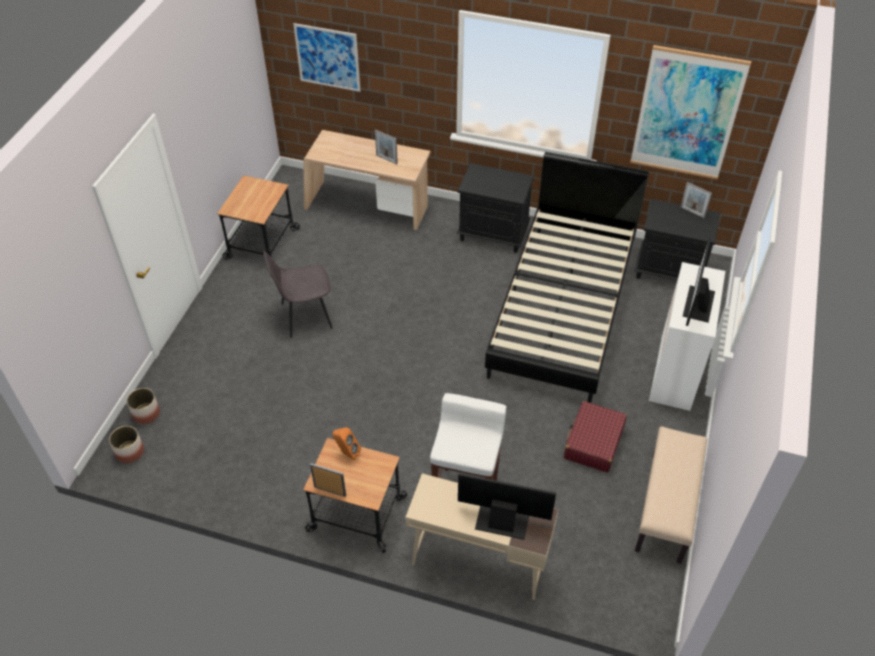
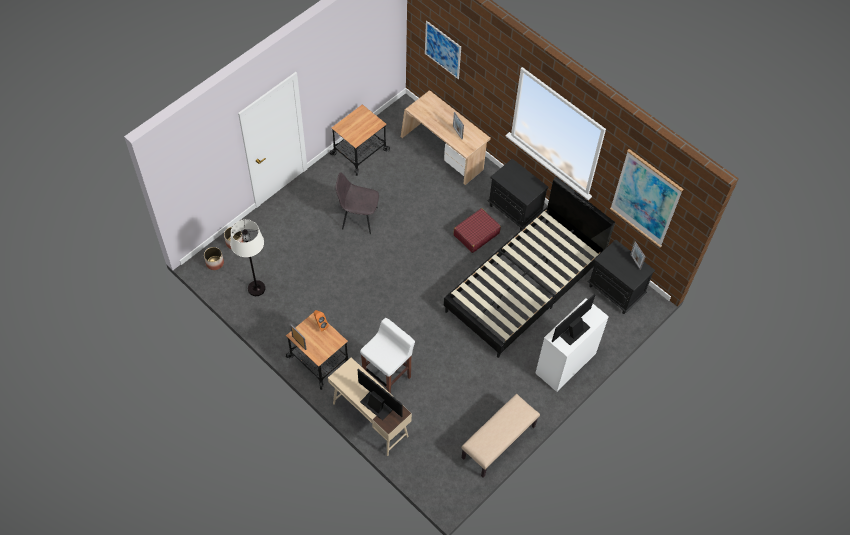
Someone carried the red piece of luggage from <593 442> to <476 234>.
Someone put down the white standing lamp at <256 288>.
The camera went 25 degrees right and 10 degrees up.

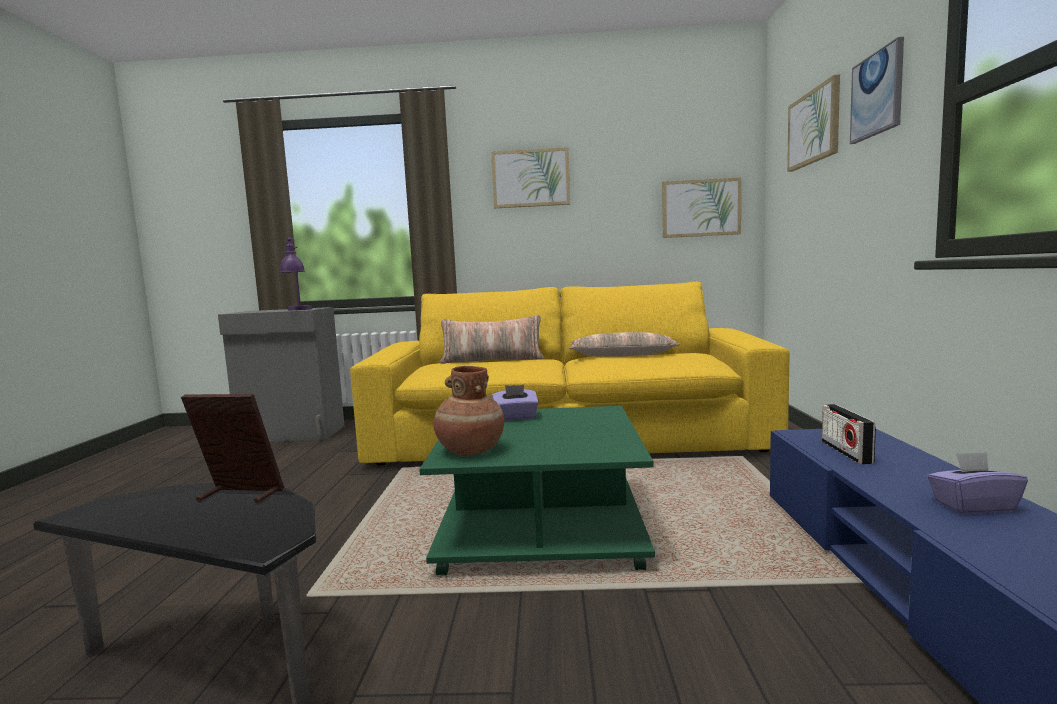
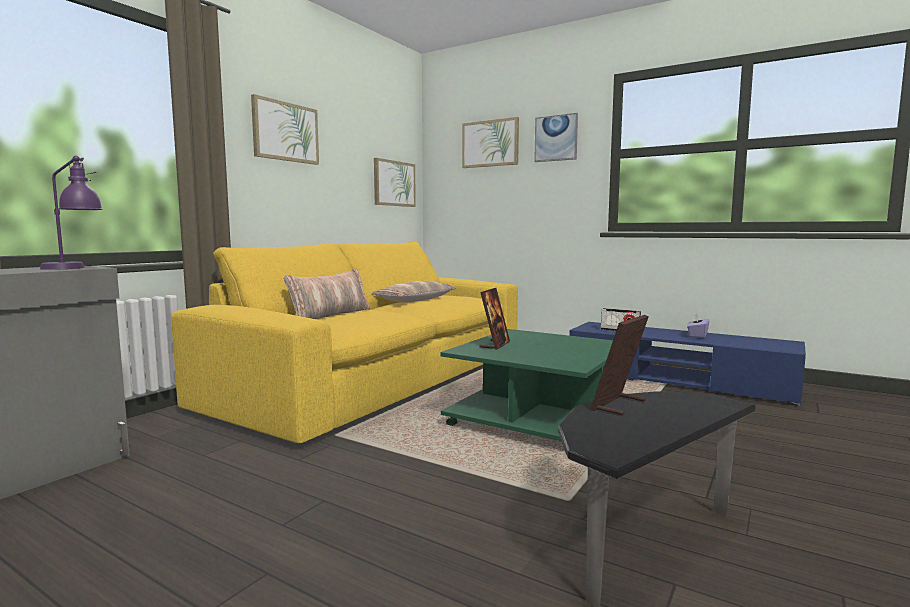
Someone took away the brown-coloured flower vase at <470 450>.
Someone swapped the purple-coloured tissue holder at <516 418> for the picture frame at <494 345>.
The camera went 60 degrees left and 0 degrees up.

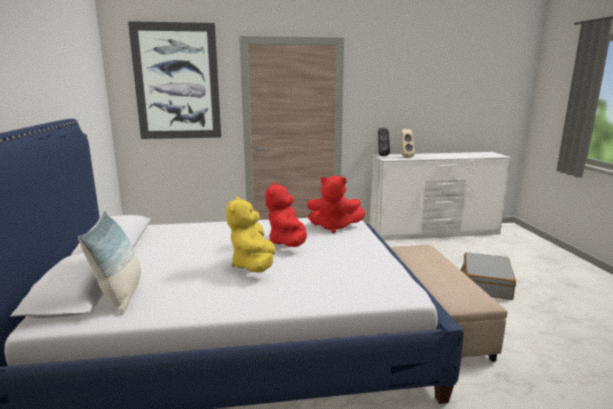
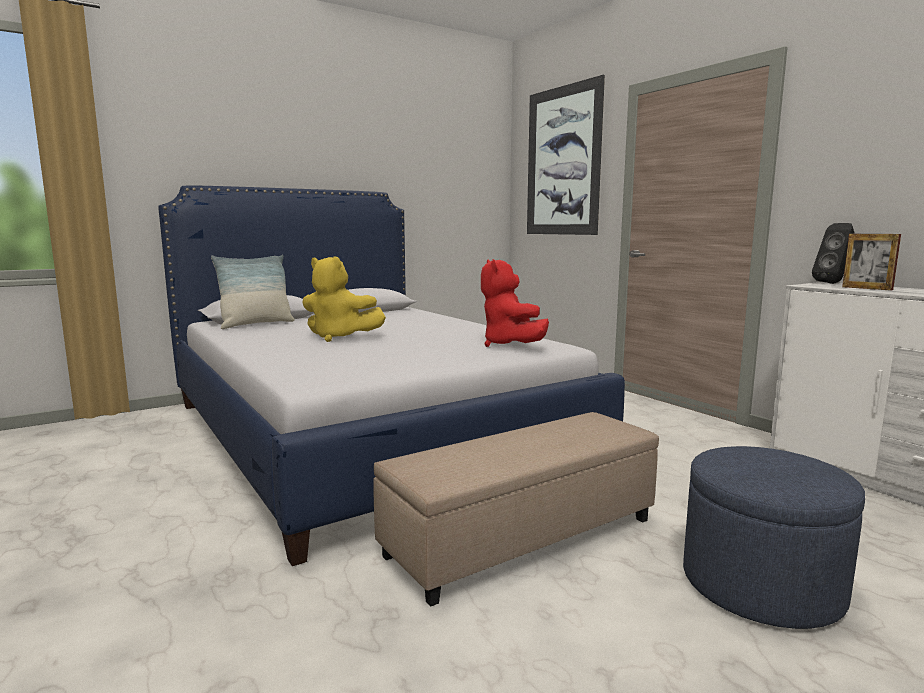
Someone swapped the sand-coloured audio speaker at <404 157> for the picture frame at <867 288>.
Someone took away the red plush toy at <288 243>.
Someone rotated the yellow plush toy at <254 266> by 135 degrees counterclockwise.
Someone swapped the grey piece of luggage at <485 284> for the blue-coloured pouffe at <761 585>.
The camera went 65 degrees right and 5 degrees down.

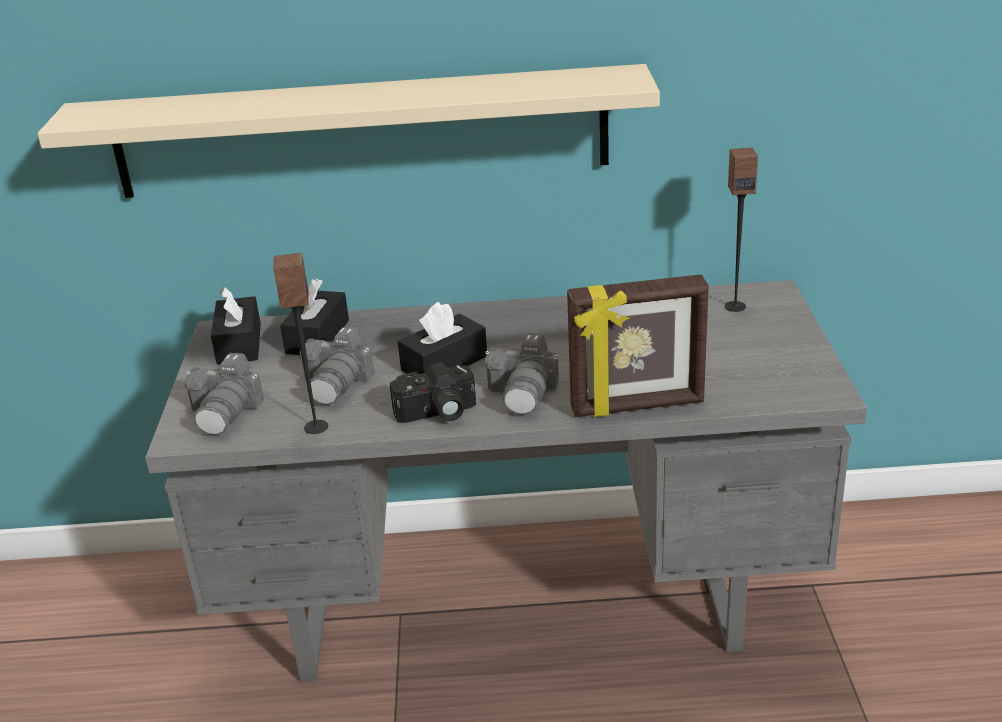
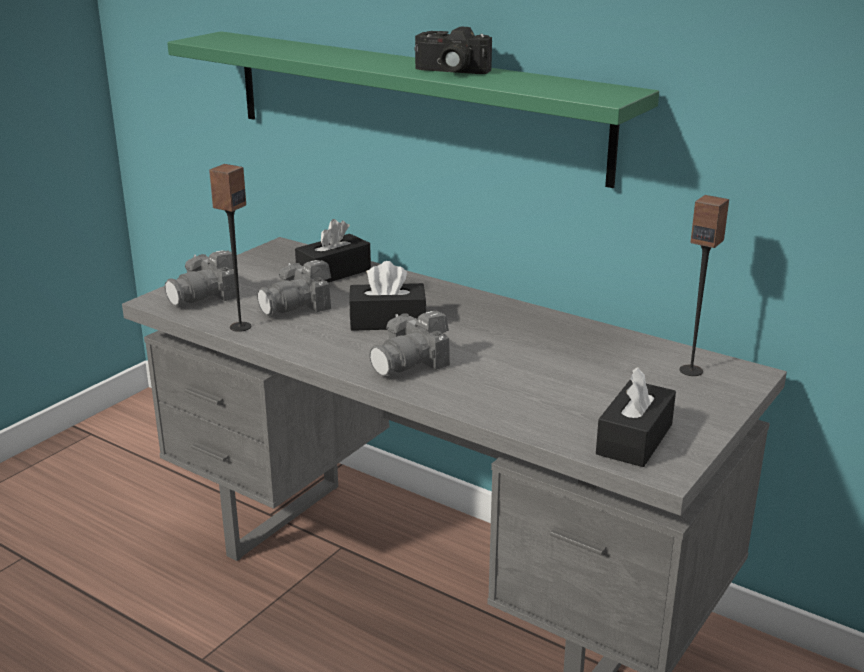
Someone repainted the sand-coloured bracket shelf at <361 132>, which became the greenish bracket shelf at <412 103>.
Someone took away the picture frame at <637 406>.
Someone carried the black tissue holder from <239 344> to <634 439>.
Someone carried the still camera from <437 414> to <450 71>.
The camera went 35 degrees right and 5 degrees down.

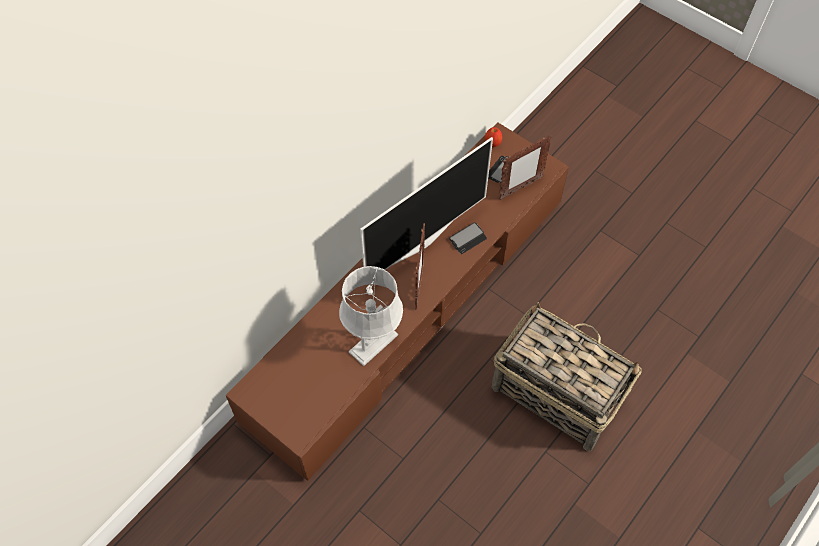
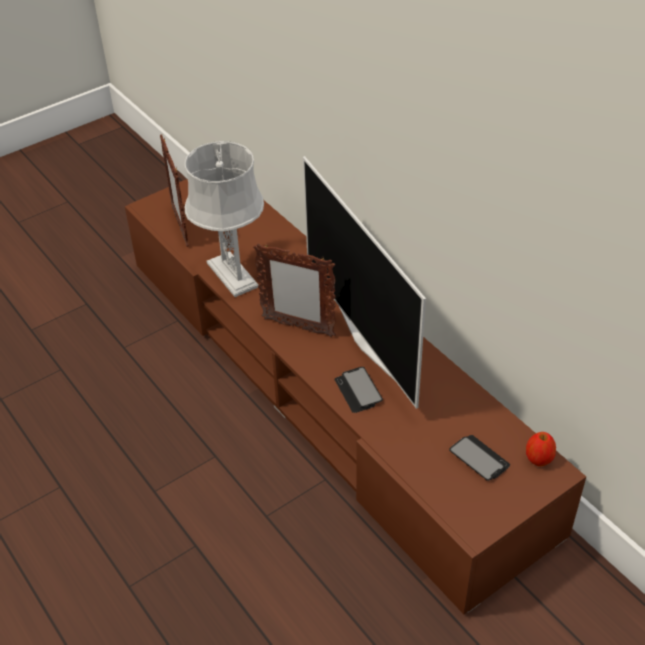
Someone carried the picture frame from <520 188> to <180 226>.
Someone took away the storage basket at <556 392>.
The camera went 105 degrees right and 15 degrees down.

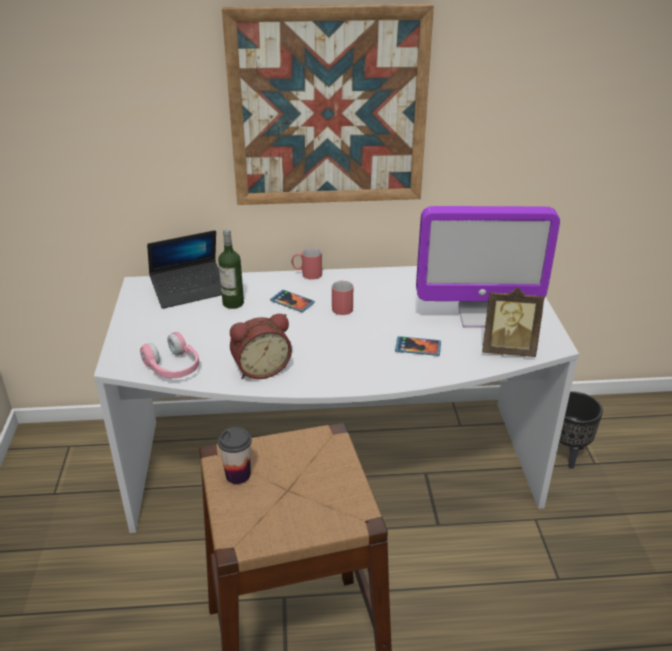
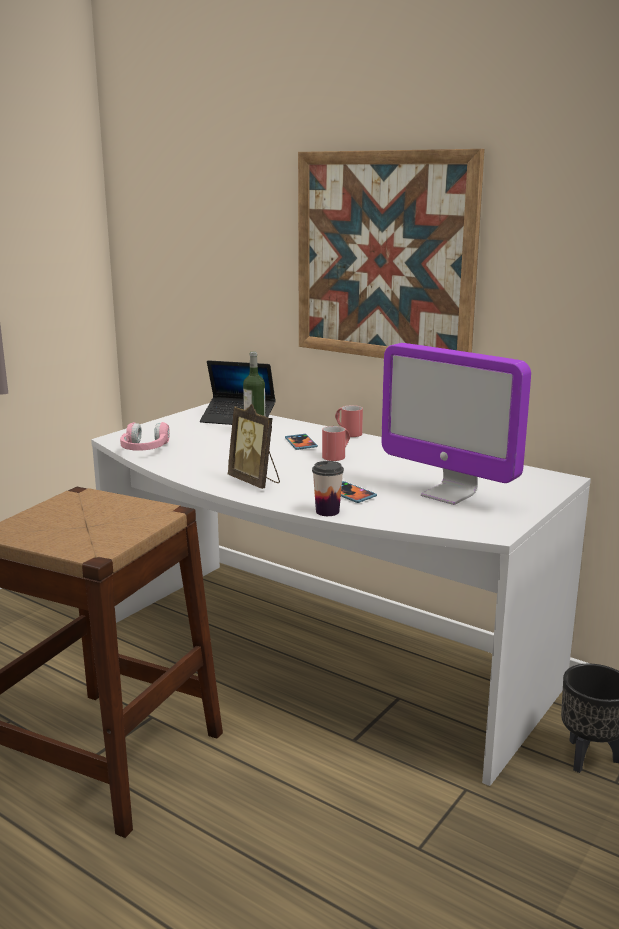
Someone carried the picture frame from <508 350> to <255 481>.
Someone took away the alarm clock at <261 369>.
Someone carried the drinking cup from <238 475> to <327 511>.
The camera went 40 degrees right and 15 degrees down.

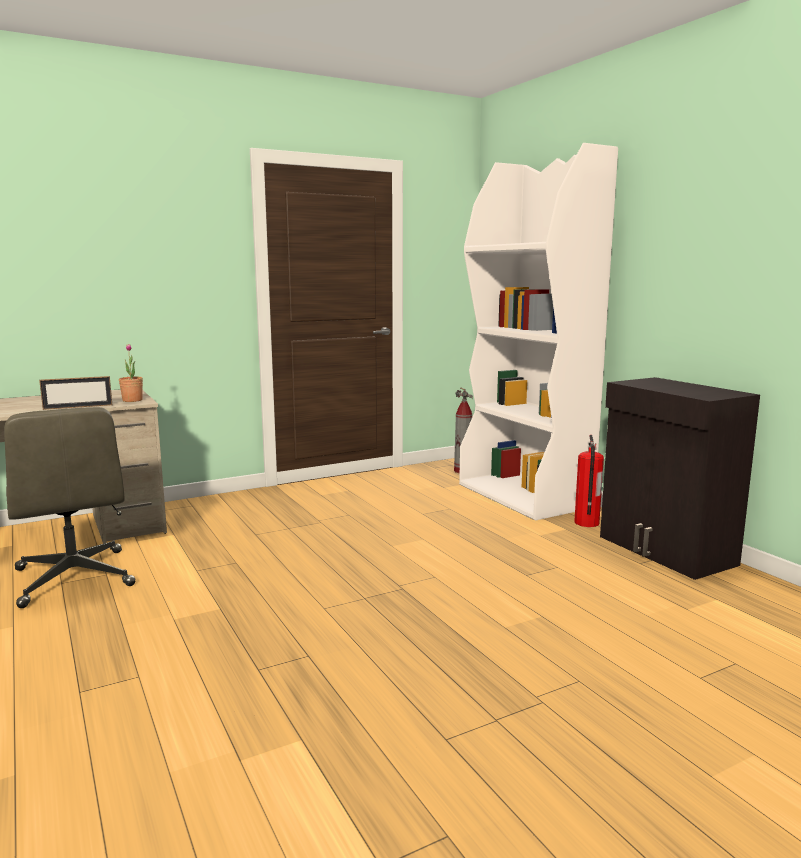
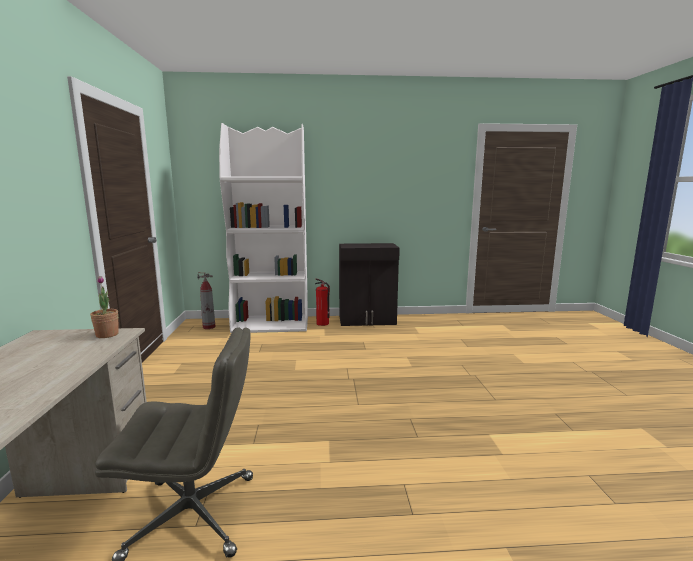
Someone took away the picture frame at <78 407>.
The camera went 65 degrees left and 0 degrees up.

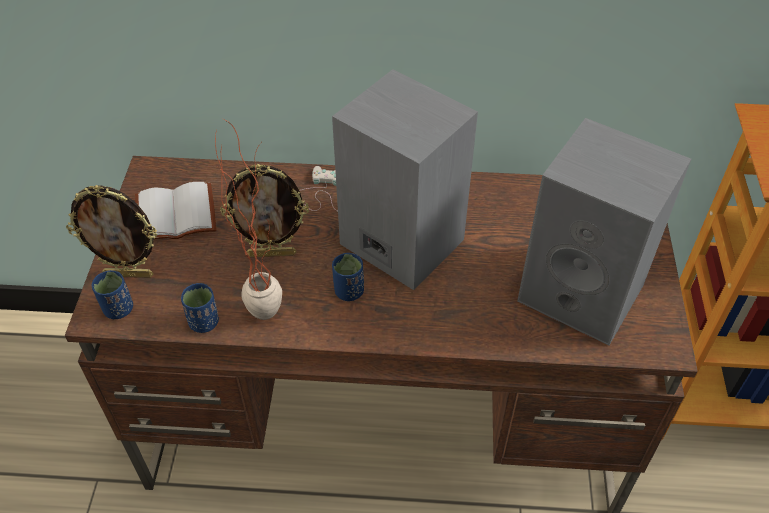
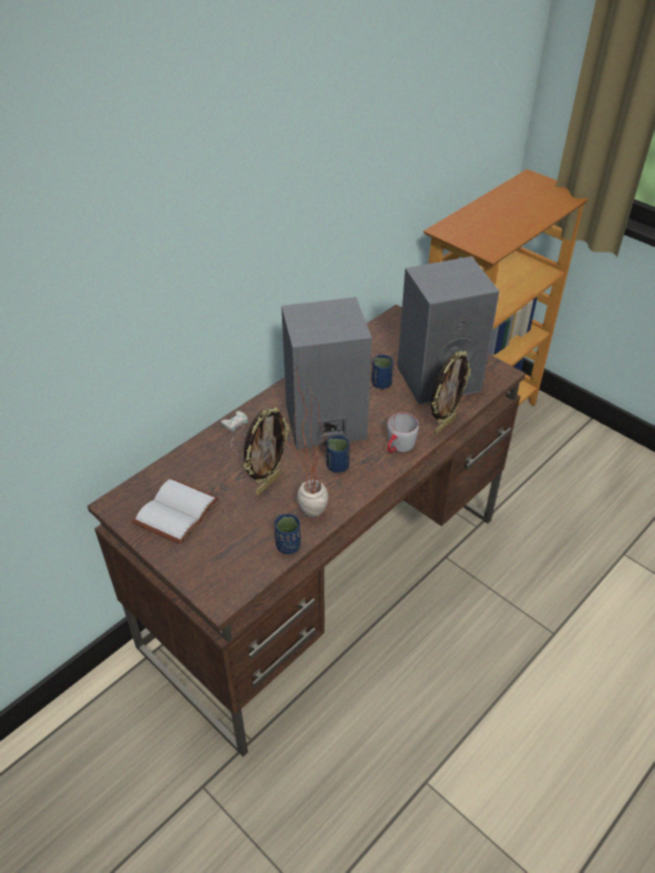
Someone carried the picture frame from <129 274> to <444 425>.
Someone carried the blue-coloured drinking cup from <118 309> to <381 383>.
Someone put down the grey coffee mug at <398 447>.
The camera went 50 degrees left and 5 degrees down.

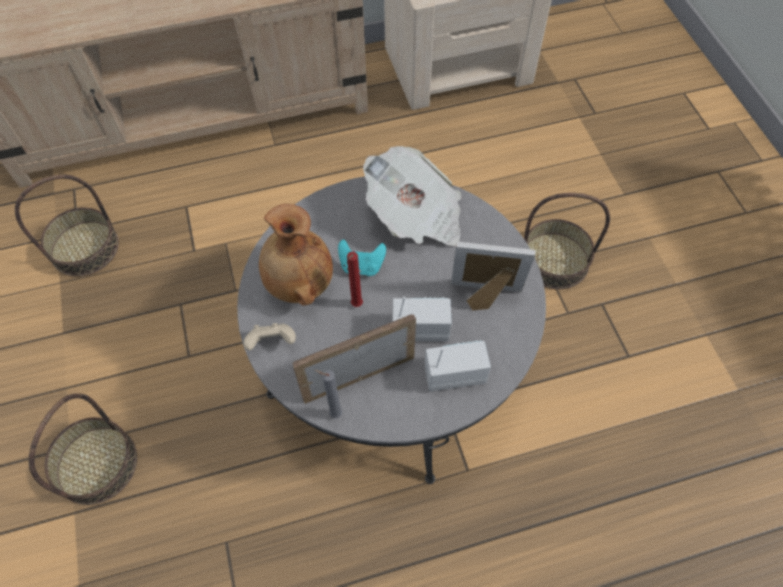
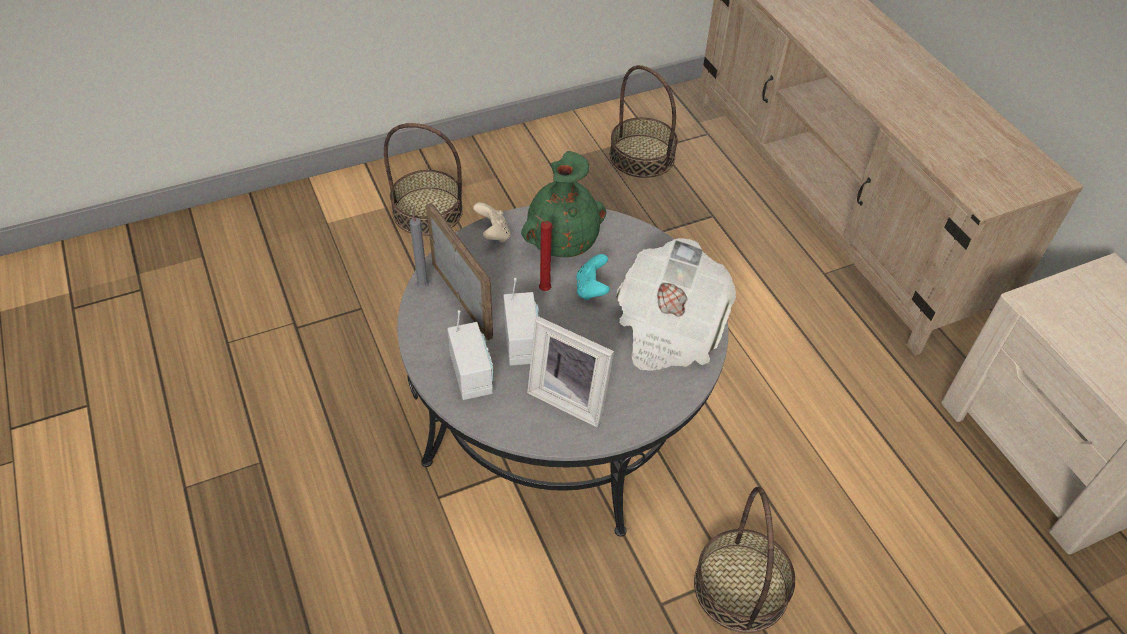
Someone repainted the brown-coloured flower vase at <298 283>, which became the greenish flower vase at <562 243>.
Someone rotated the picture frame at <485 297> by 120 degrees clockwise.
The camera went 80 degrees right and 10 degrees down.

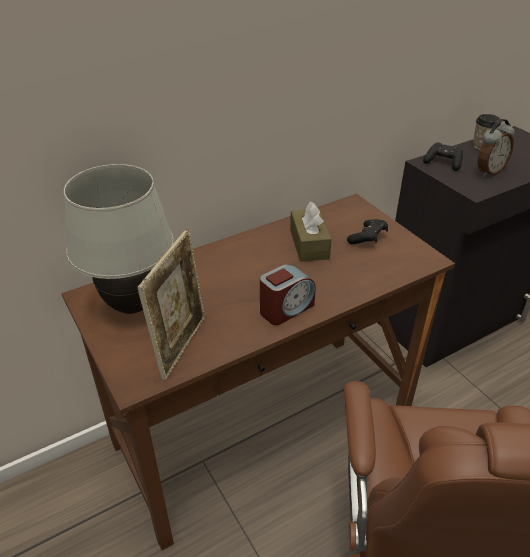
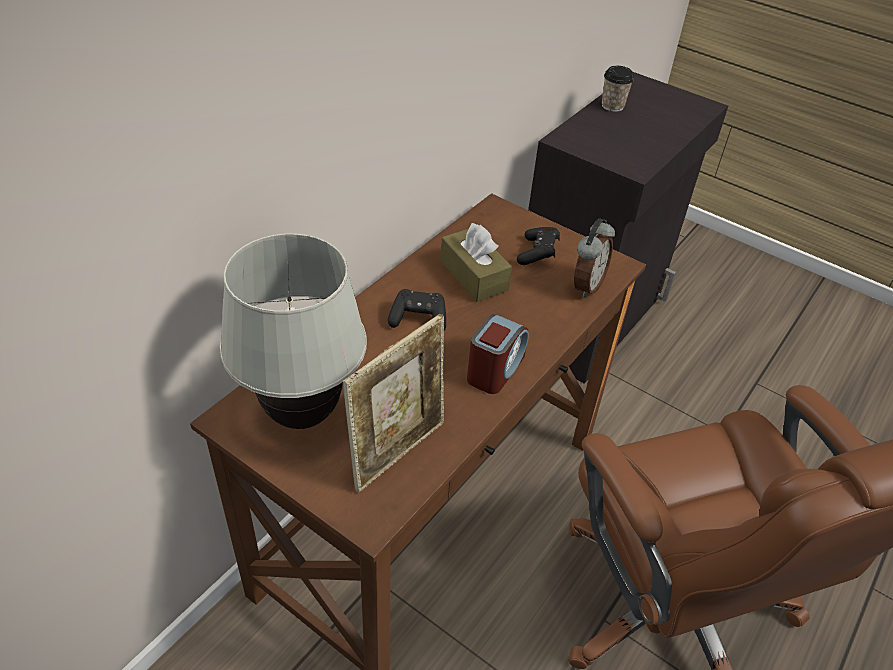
Someone carried the alarm clock from <489 171> to <586 285>.
Someone carried the black game controller from <443 163> to <418 319>.
Someone rotated the picture frame at <181 345> by 45 degrees clockwise.
The camera went 25 degrees left and 5 degrees up.

